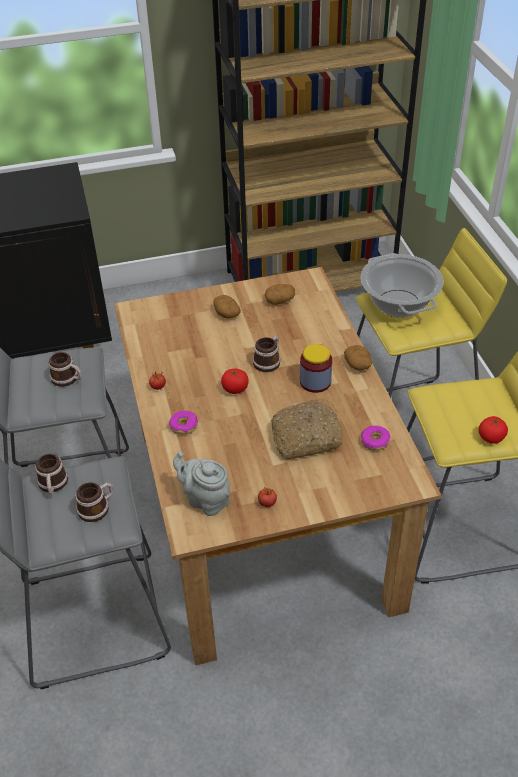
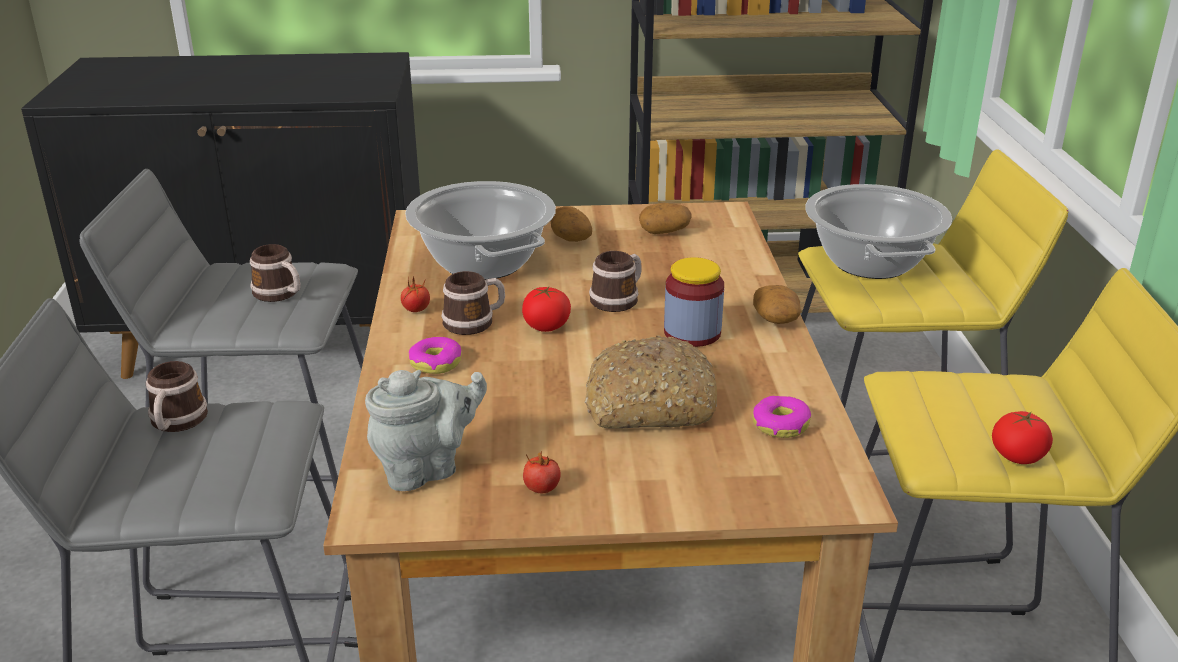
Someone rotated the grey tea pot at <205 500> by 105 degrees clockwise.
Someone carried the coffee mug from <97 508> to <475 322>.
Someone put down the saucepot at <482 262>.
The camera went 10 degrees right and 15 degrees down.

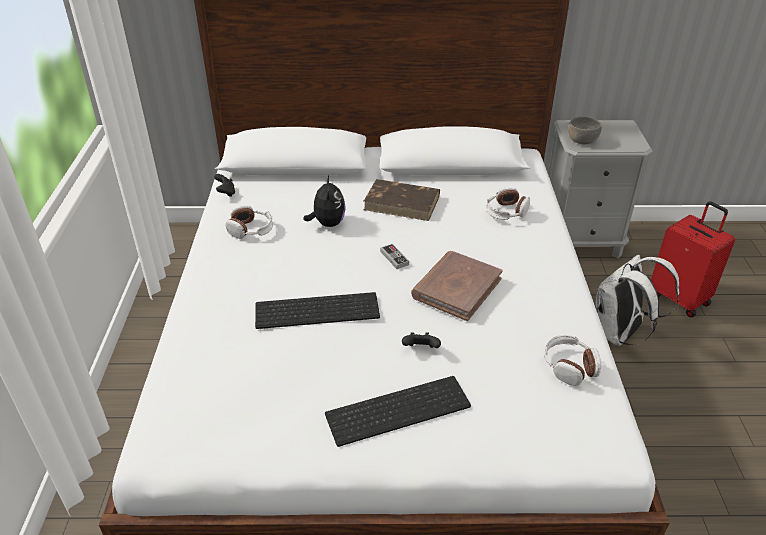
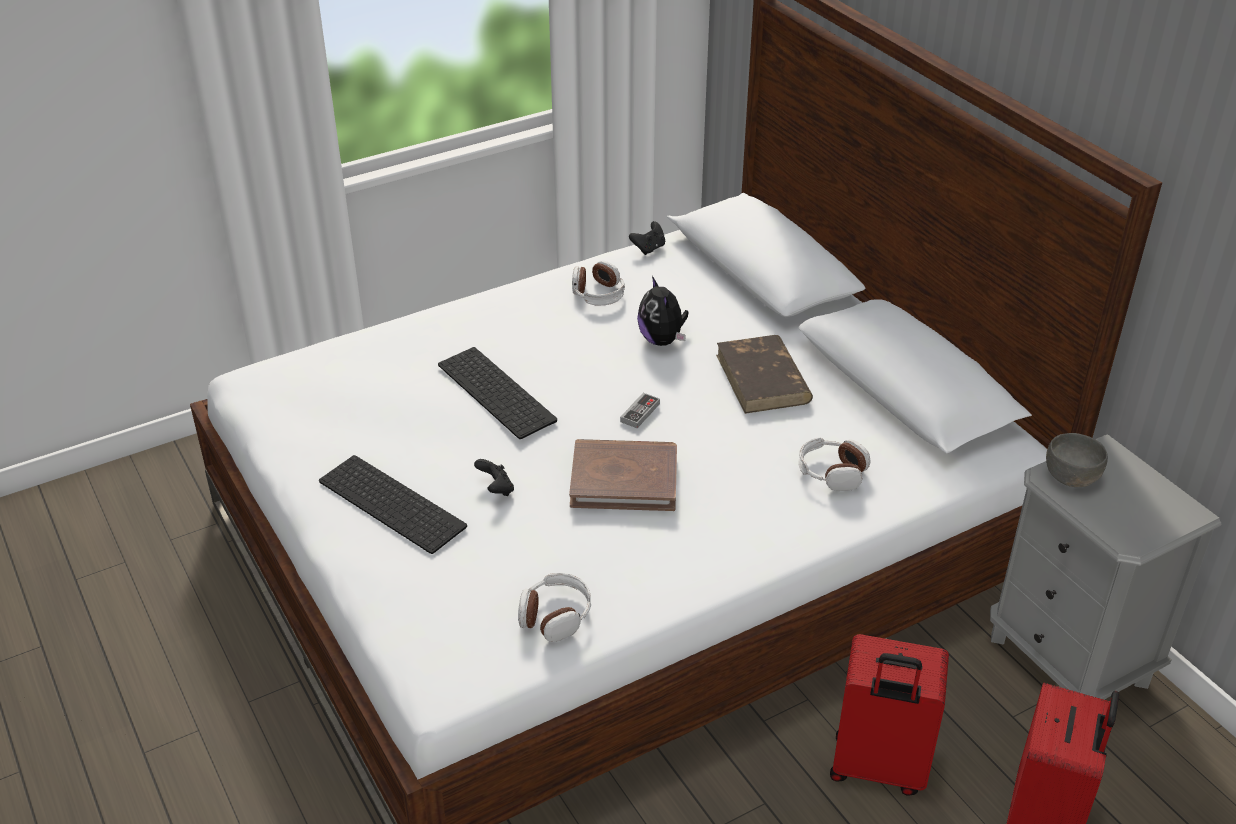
Someone rotated the plush toy at <327 223> by 105 degrees clockwise.
Someone swapped the white backpack at <619 334> for the red piece of luggage at <877 768>.
The camera went 60 degrees right and 0 degrees up.

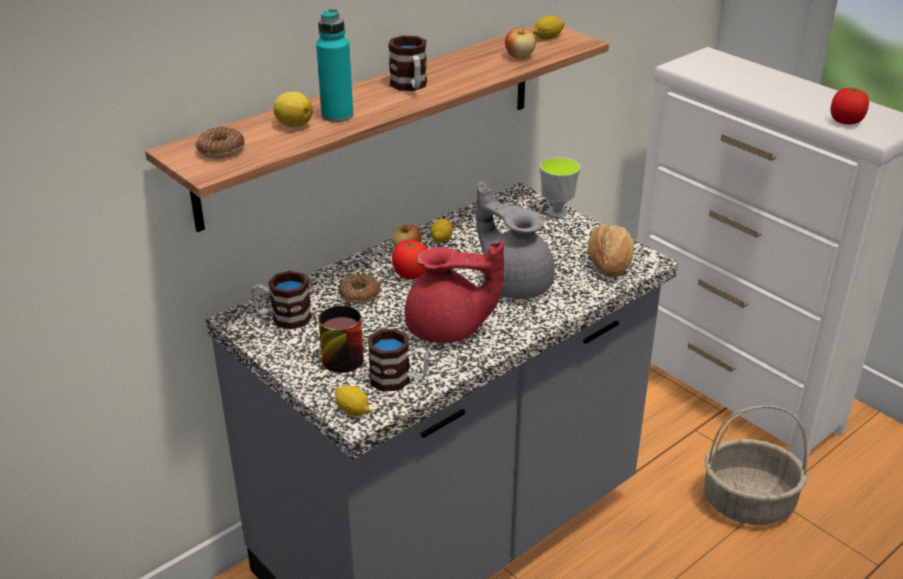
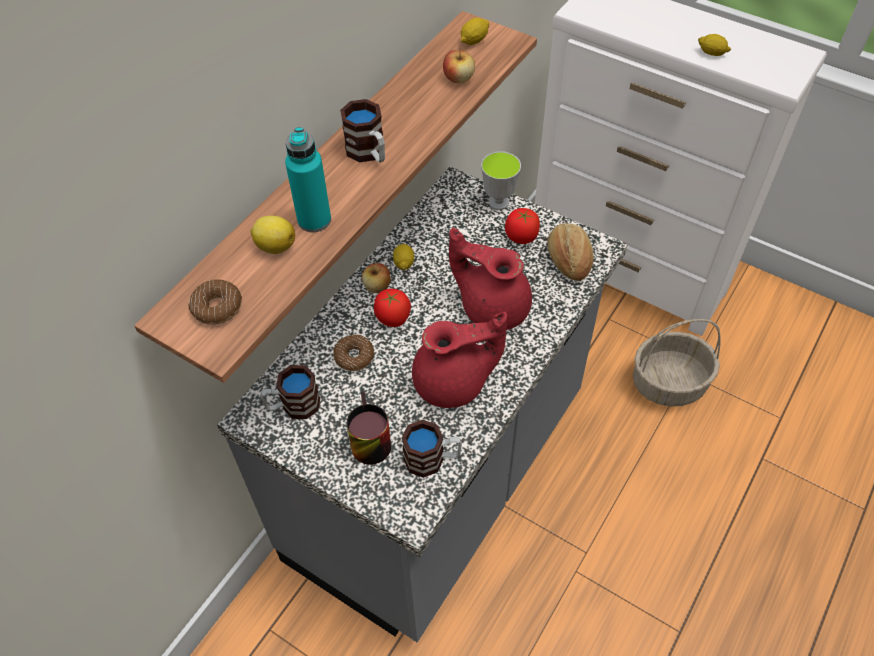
Someone carried the fresh tomato from <845 122> to <521 237>.
Someone repainted the grey tea pot at <514 283>, which became the red tea pot at <492 306>.
Someone carried the citrus fruit from <352 410> to <712 53>.
The camera went 15 degrees left and 20 degrees up.

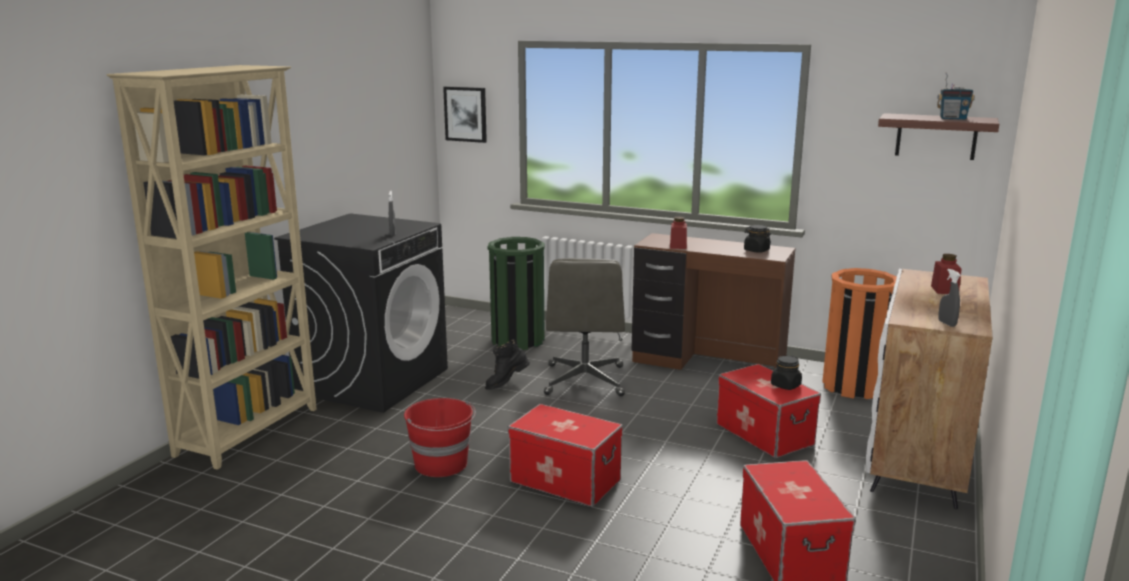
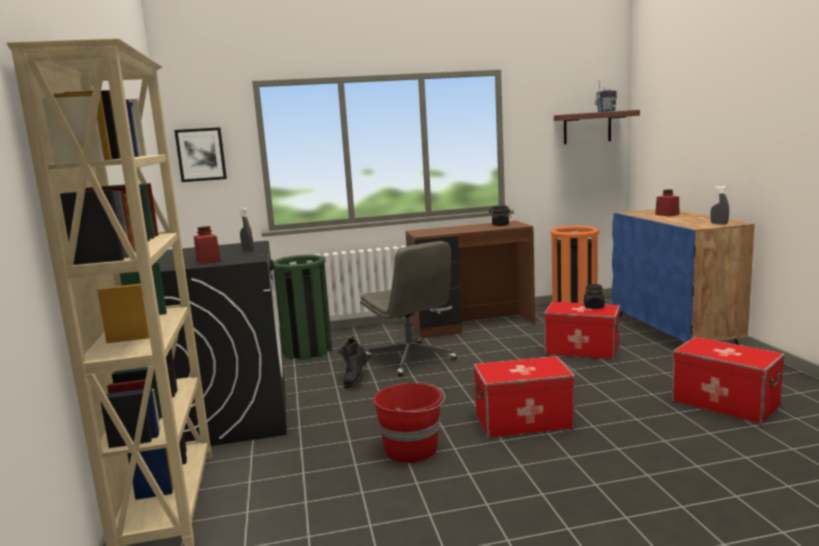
Someone carried the red storage jar from <678 246> to <208 261>.
Someone repainted the white cabinet at <918 456>, which became the blue-coloured cabinet at <674 333>.
The camera went 35 degrees left and 5 degrees down.

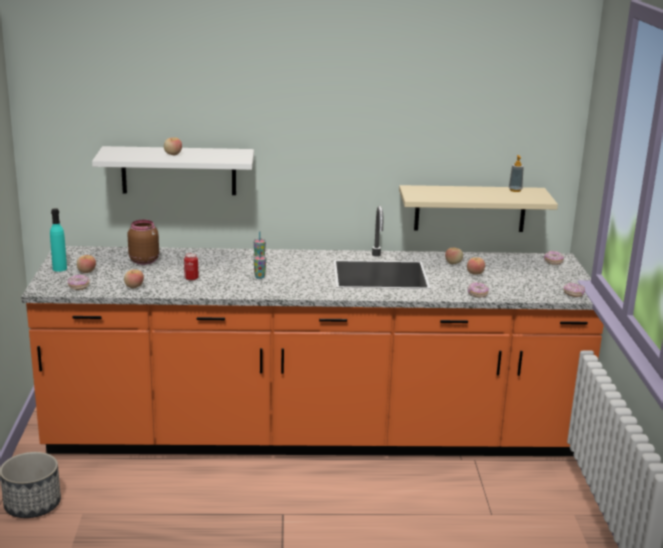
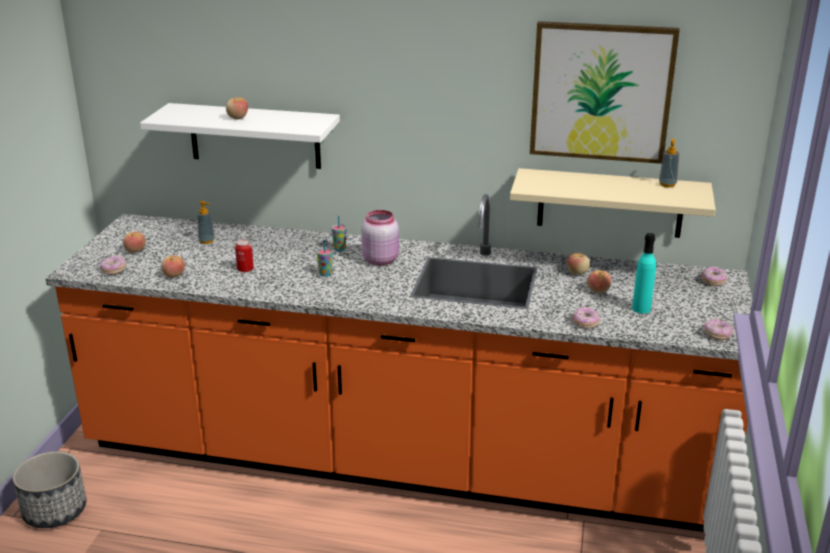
Someone carried the turquoise-coloured drink bottle from <59 268> to <641 309>.
Someone swapped the brown-coloured storage jar at <143 261> for the soap dispenser at <206 241>.
Someone put up the wall picture at <601 92>.
Someone put down the pink-coloured storage jar at <380 259>.
The camera went 15 degrees right and 5 degrees up.

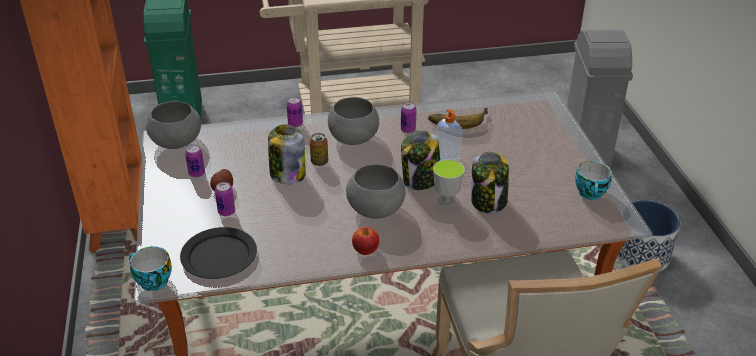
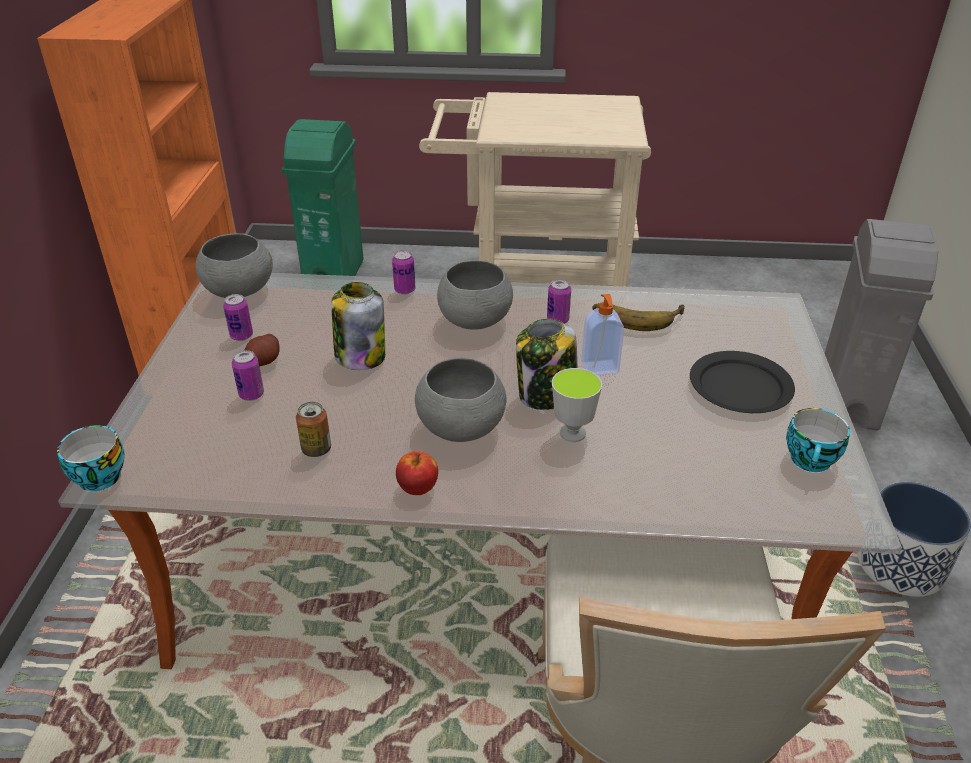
Someone carried the metal can from <319 162> to <316 449>.
Someone took away the storage jar at <488 201>.
Someone carried the black dinner plate from <219 255> to <740 386>.
The camera went 15 degrees right and 0 degrees up.

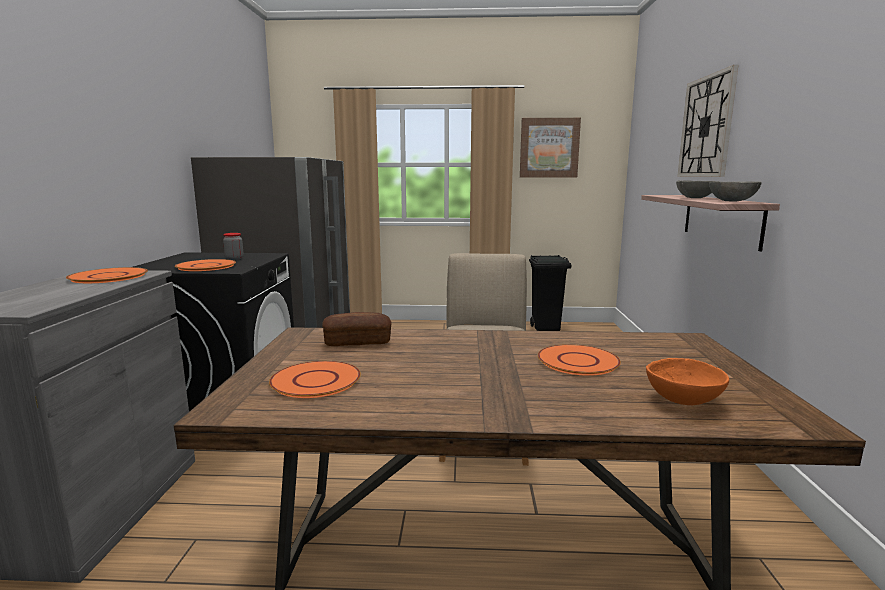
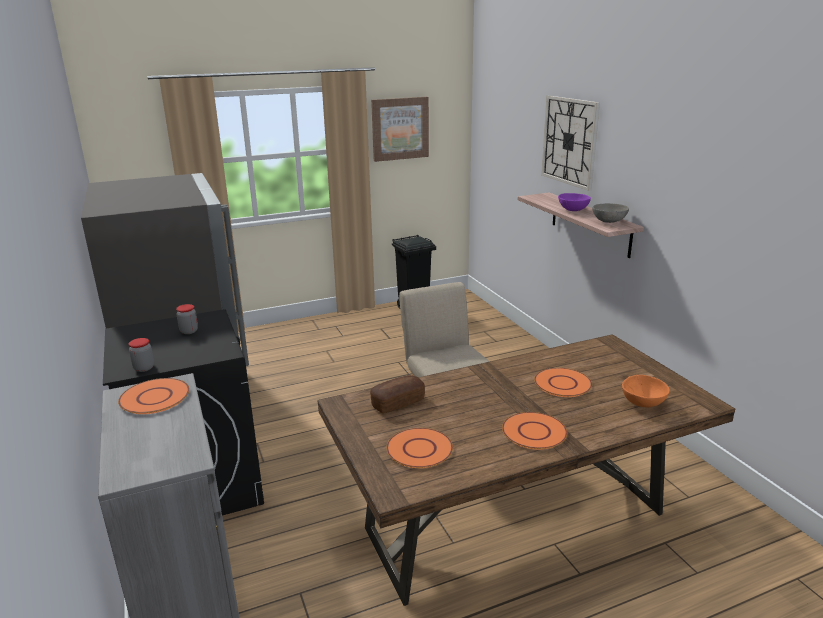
Someone repainted the grey bowl at <695 198>, which became the purple-coloured bowl at <573 210>.
Someone carried the orange dinner plate from <206 266> to <534 432>.
Someone put down the storage jar at <144 368>.
The camera went 25 degrees left and 10 degrees up.

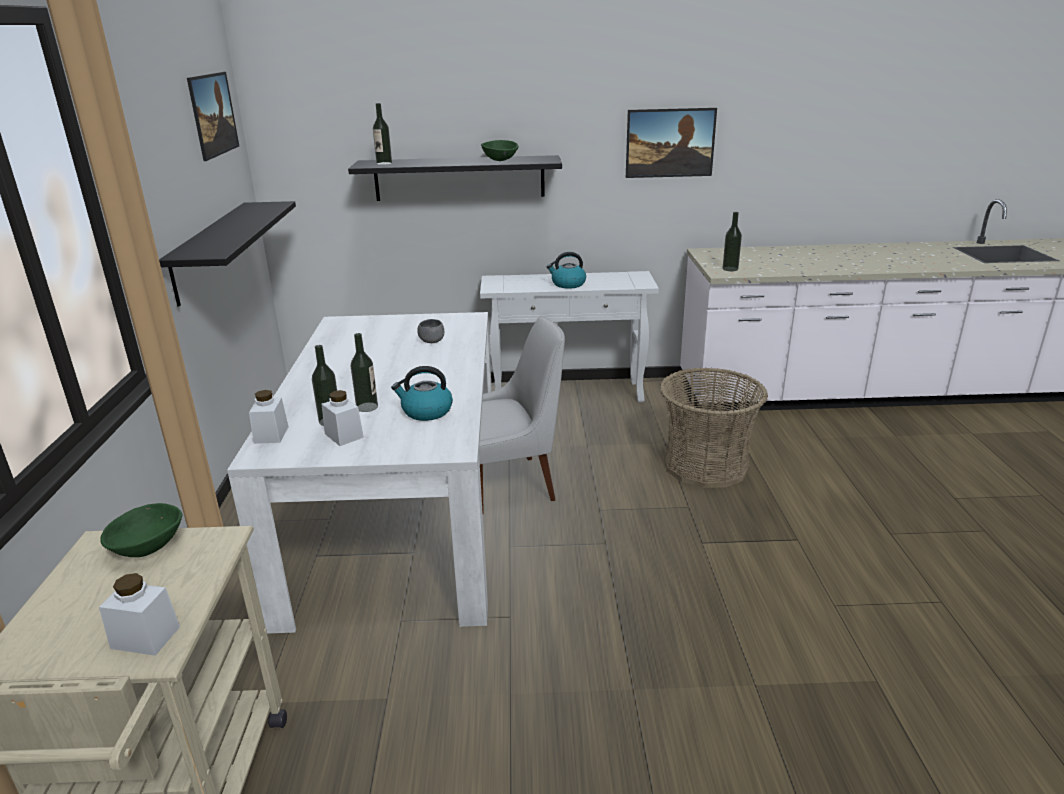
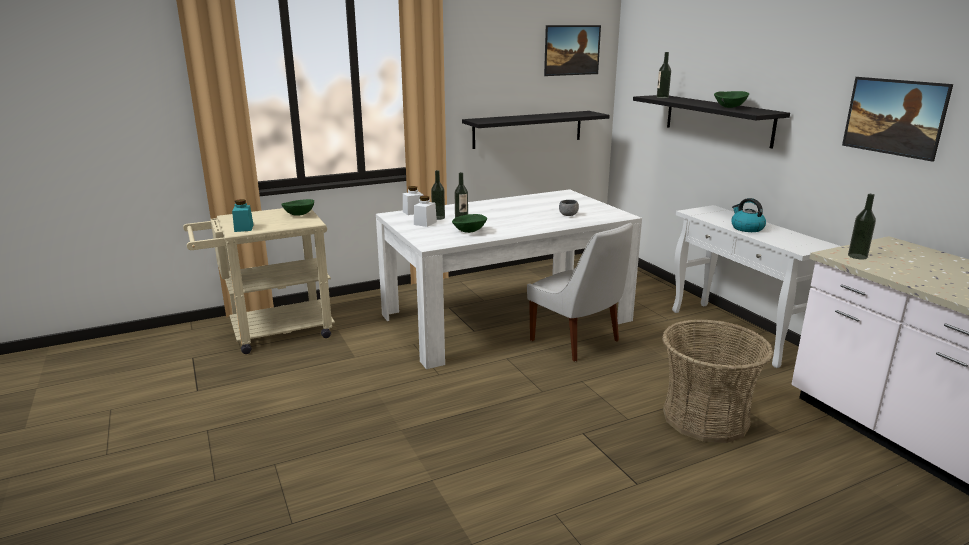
Someone swapped the kettle at <426 411> for the greenish bowl at <469 232>.
Someone repainted the white storage jar at <145 637>, which became the turquoise-coloured storage jar at <244 228>.
The camera went 65 degrees right and 5 degrees down.

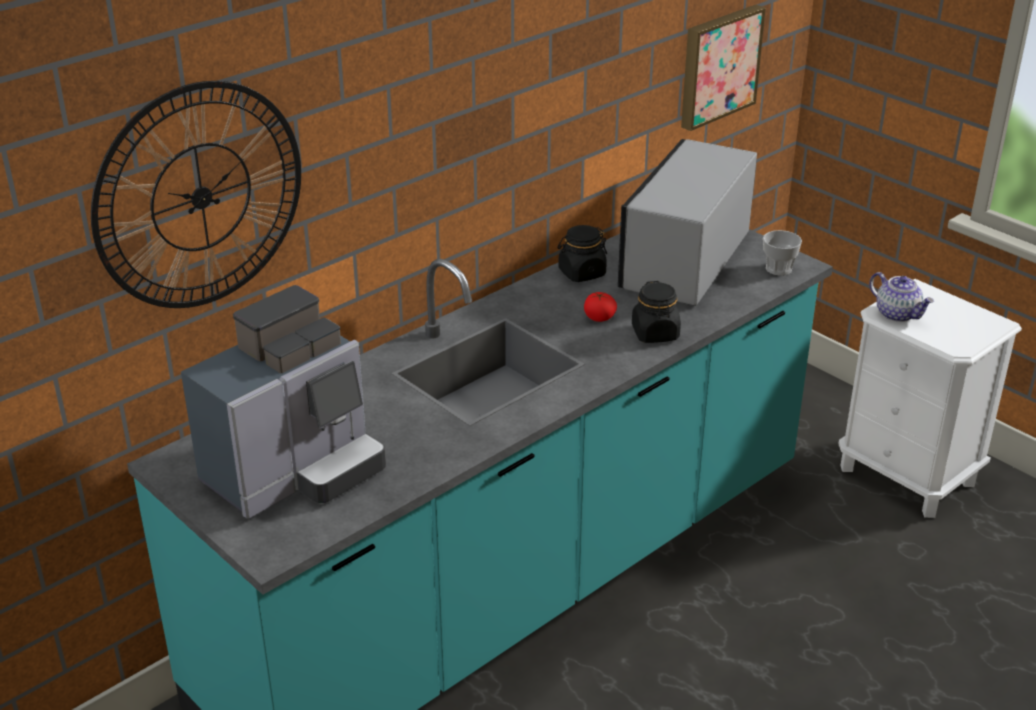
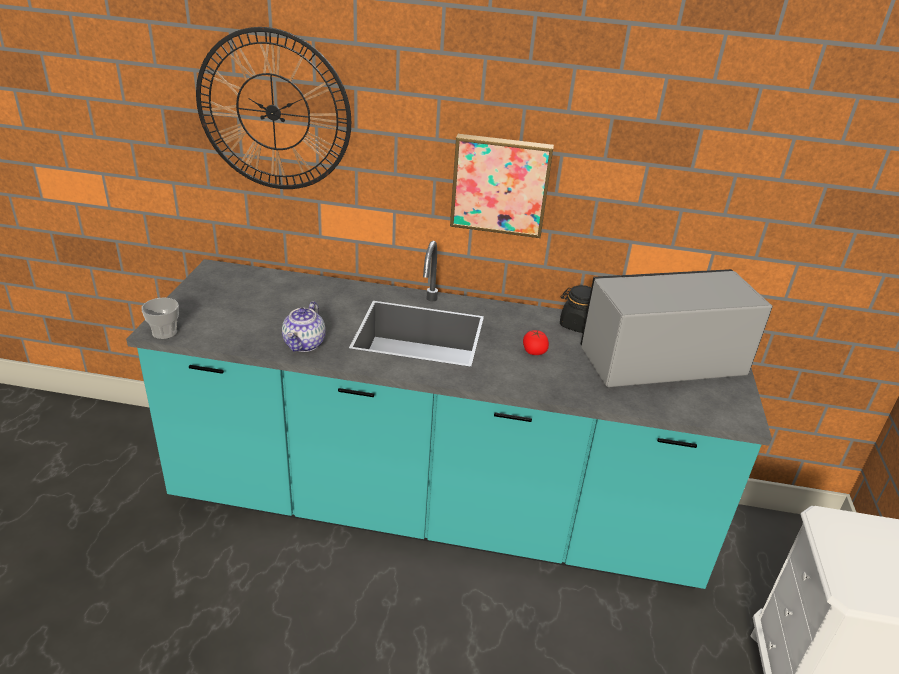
Someone carried the wall picture from <718 65> to <500 184>.
Someone carried the drinking cup from <778 269> to <164 332>.
Someone carried the tea pot from <898 314> to <305 344>.
Someone took away the black storage jar at <655 333>.
Someone took away the coffee machine at <296 471>.
The camera went 50 degrees right and 0 degrees up.

